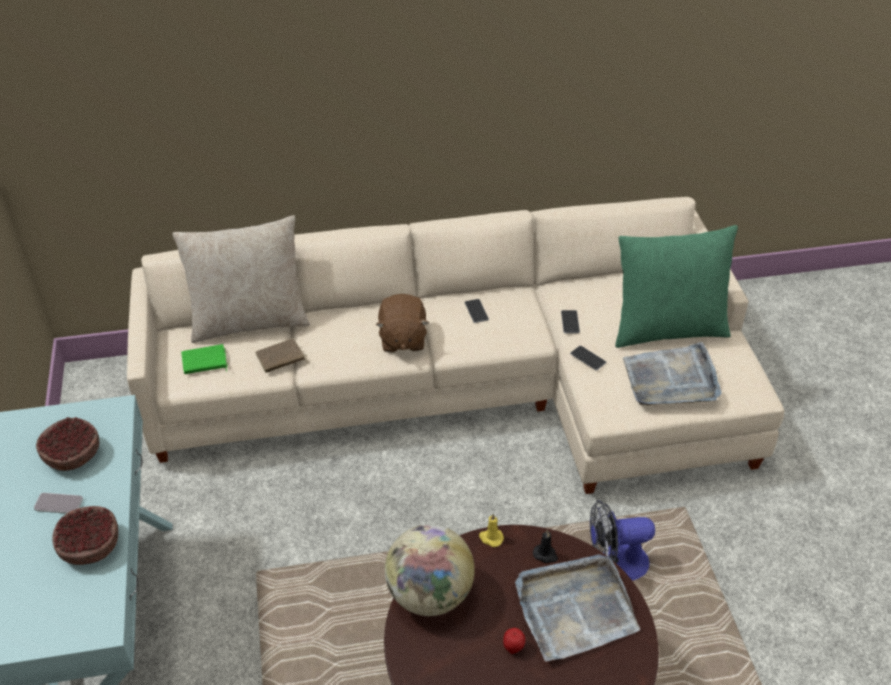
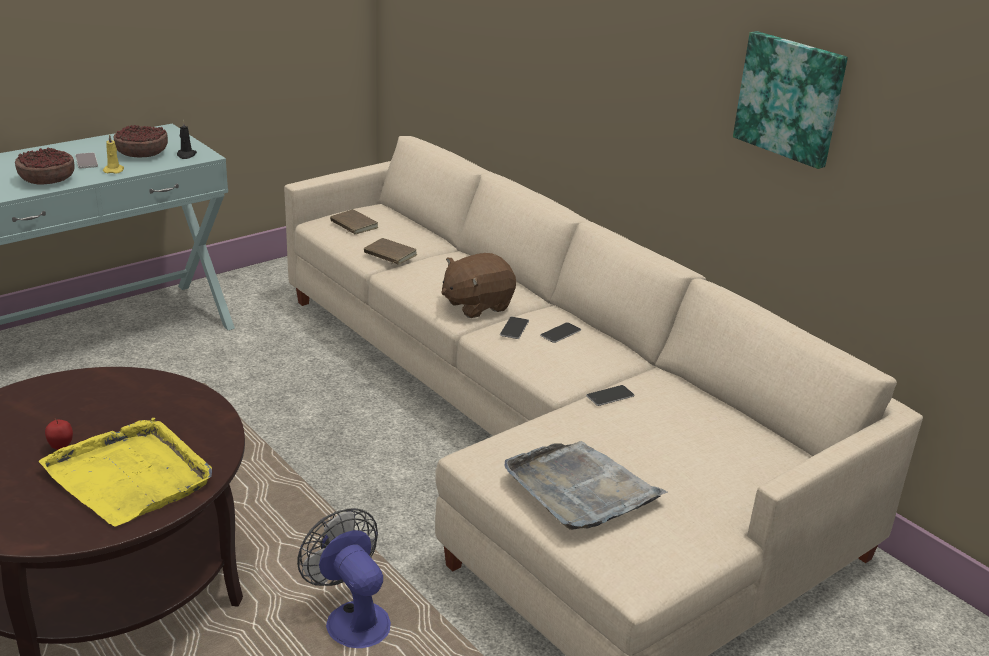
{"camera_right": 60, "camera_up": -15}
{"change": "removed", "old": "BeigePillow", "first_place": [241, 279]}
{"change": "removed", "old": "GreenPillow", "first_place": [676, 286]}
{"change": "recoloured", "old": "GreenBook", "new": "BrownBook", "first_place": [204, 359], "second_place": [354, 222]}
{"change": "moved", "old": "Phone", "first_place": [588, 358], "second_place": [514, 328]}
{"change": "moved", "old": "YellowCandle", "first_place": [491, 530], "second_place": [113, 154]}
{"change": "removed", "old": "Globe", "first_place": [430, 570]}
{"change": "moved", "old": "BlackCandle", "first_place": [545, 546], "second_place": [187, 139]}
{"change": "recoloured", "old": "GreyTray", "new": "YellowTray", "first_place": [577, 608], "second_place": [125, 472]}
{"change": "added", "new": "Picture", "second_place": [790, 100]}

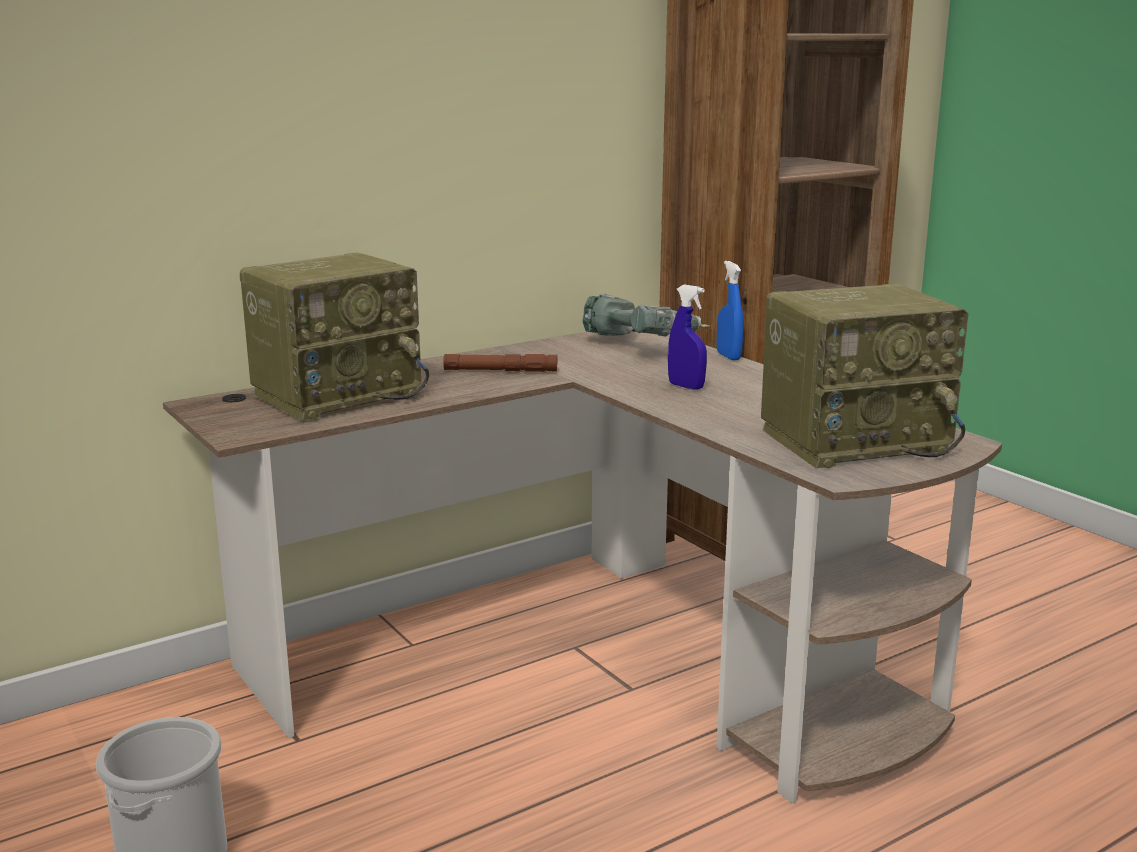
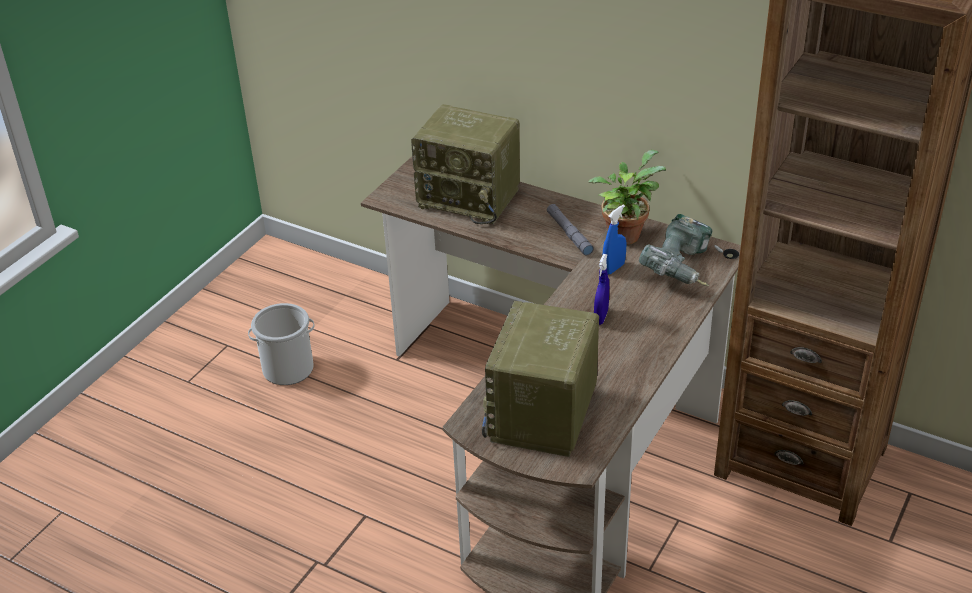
{"camera_right": 65, "camera_up": 20}
{"change": "moved", "old": "BlueSprayBottle", "first_place": [730, 310], "second_place": [614, 239]}
{"change": "turned", "old": "Radio", "first_place": [865, 376], "second_place": [540, 379], "degrees": 60}
{"change": "recoloured", "old": "BrownFlashlight", "new": "GreyFlashlight", "first_place": [500, 363], "second_place": [570, 230]}
{"change": "added", "new": "PottedPlant", "second_place": [627, 197]}

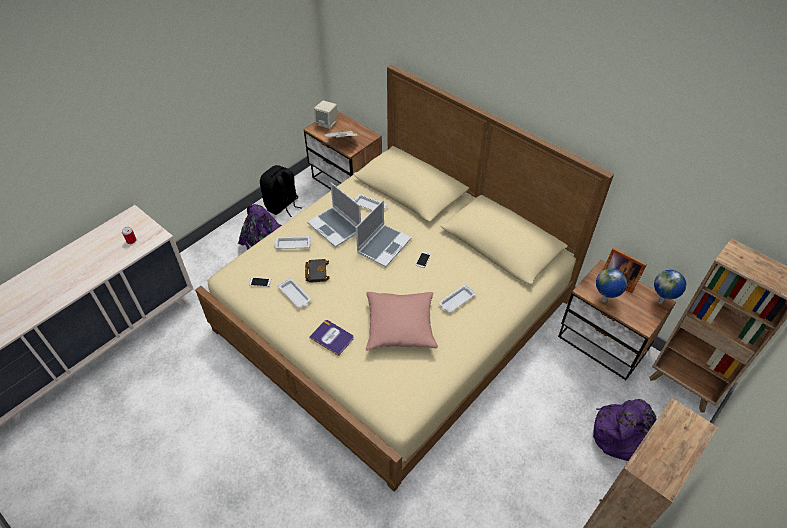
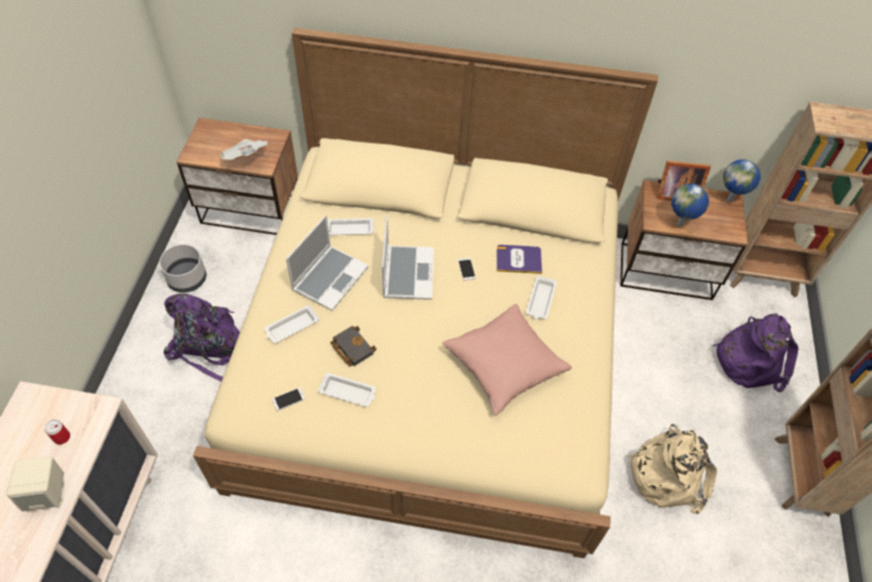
{"camera_right": -35, "camera_up": 5}
{"change": "moved", "old": "BeigeSpeaker", "first_place": [325, 115], "second_place": [35, 483]}
{"change": "replaced", "old": "BlackBackpack", "new": "GreyPlanter", "first_place": [281, 191], "second_place": [182, 268]}
{"change": "turned", "old": "Laptop", "first_place": [334, 214], "second_place": [327, 263], "degrees": -75}
{"change": "moved", "old": "Book", "first_place": [331, 338], "second_place": [519, 259]}
{"change": "added", "new": "BeigeBackpack", "second_place": [672, 469]}

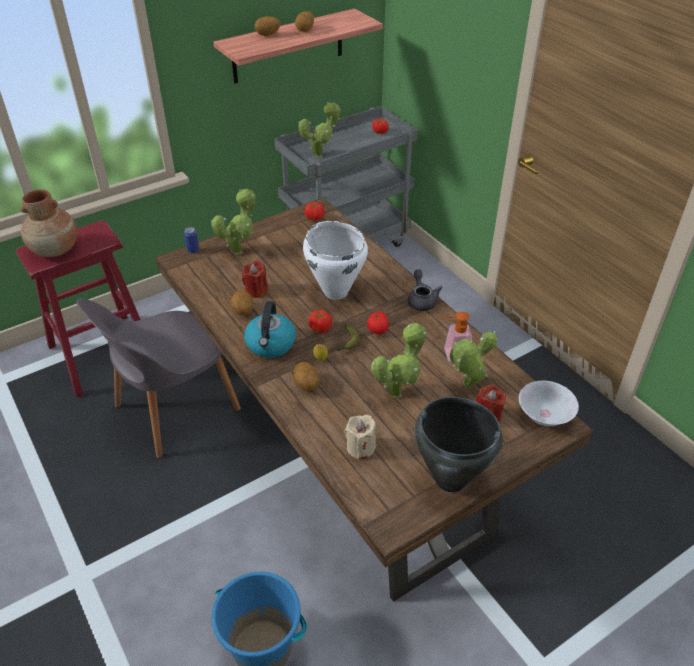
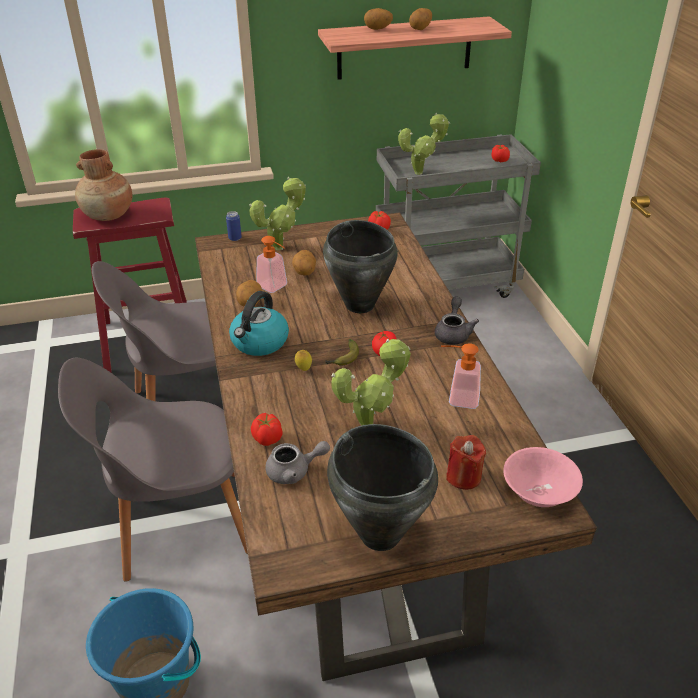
{"camera_right": 20, "camera_up": -5}
{"change": "recoloured", "old": "WhiteCookingPot", "new": "BlackCookingPot", "first_place": [335, 260], "second_place": [360, 266]}
{"change": "replaced", "old": "RedCandle", "new": "SoapDispenser", "first_place": [255, 279], "second_place": [271, 264]}
{"change": "moved", "old": "Tomato", "first_place": [320, 321], "second_place": [267, 429]}
{"change": "removed", "old": "PottedPlant", "first_place": [473, 359]}
{"change": "moved", "old": "Potato", "first_place": [306, 376], "second_place": [304, 263]}
{"change": "recoloured", "old": "WhiteBowl", "new": "PinkBowl", "first_place": [549, 403], "second_place": [543, 477]}
{"change": "replaced", "old": "BeigeCandle", "new": "GreyTeapot", "first_place": [360, 437], "second_place": [297, 462]}
{"change": "added", "new": "GreyChair", "second_place": [153, 470]}

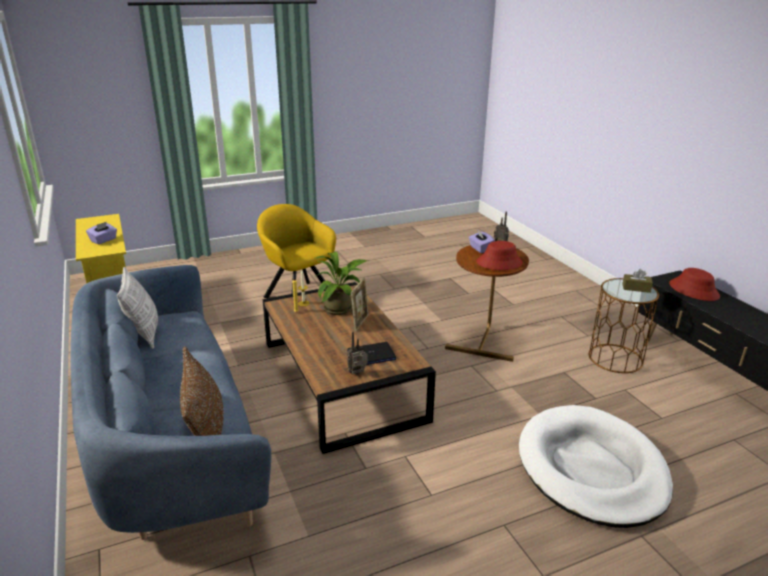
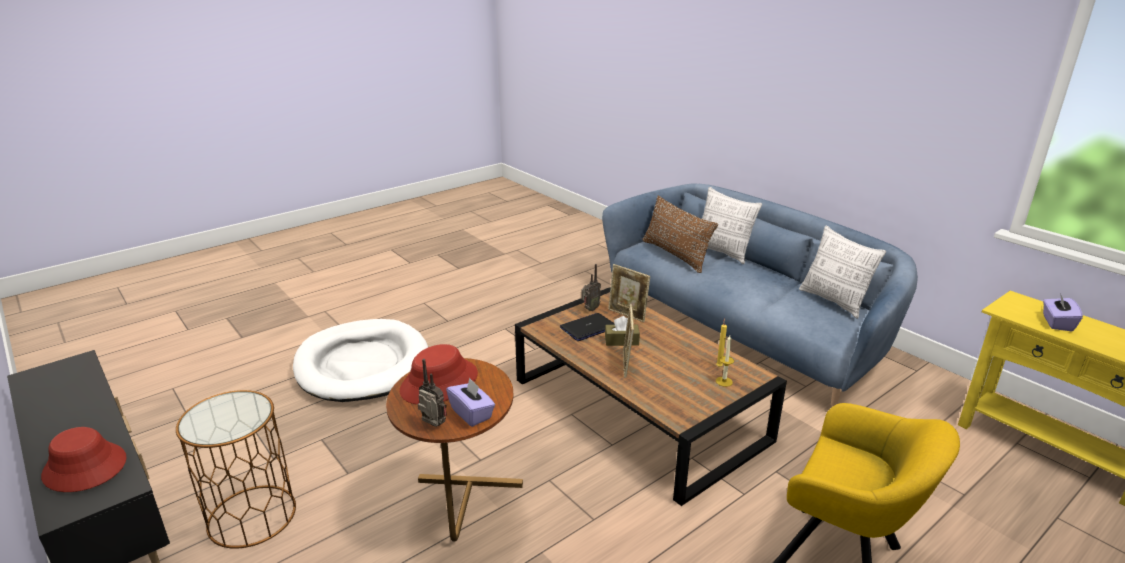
{"camera_right": 165, "camera_up": 0}
{"change": "removed", "old": "PottedPlant", "first_place": [341, 283]}
{"change": "moved", "old": "BrownTissueBox", "first_place": [637, 281], "second_place": [622, 331]}
{"change": "added", "new": "Pillow", "second_place": [732, 225]}
{"change": "added", "new": "PictureFrame", "second_place": [629, 293]}

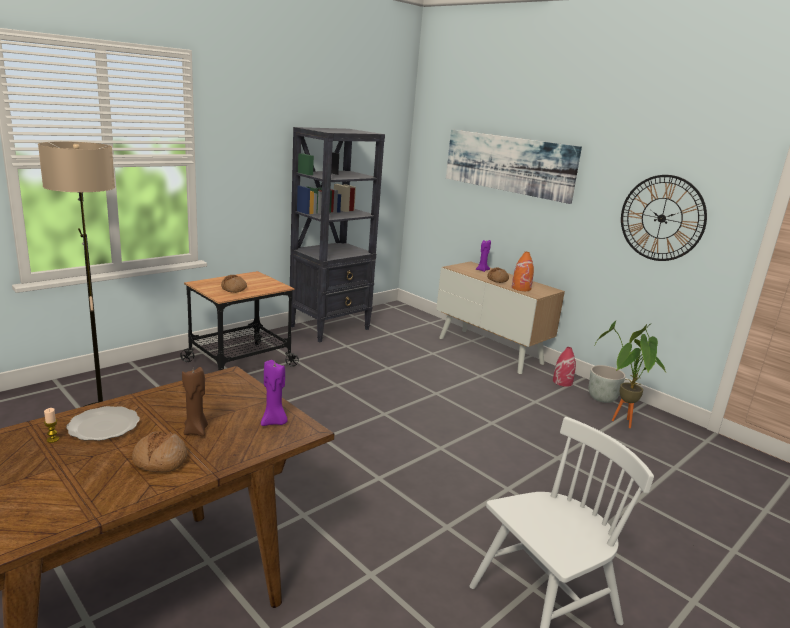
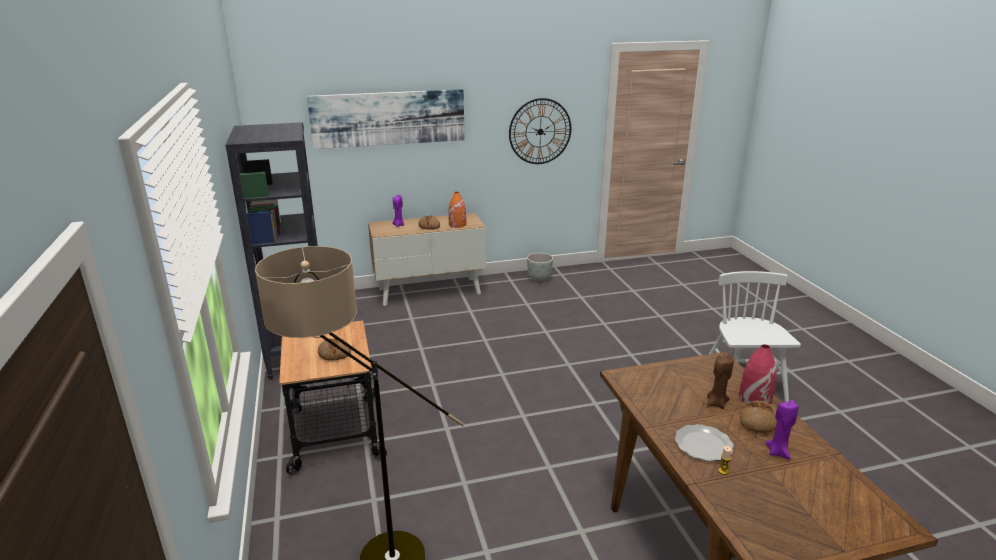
{"camera_right": -60, "camera_up": 5}
{"change": "removed", "old": "PottedPlant", "first_place": [630, 374]}
{"change": "moved", "old": "RedVase", "first_place": [564, 367], "second_place": [758, 374]}
{"change": "moved", "old": "PurpleCandle", "first_place": [274, 393], "second_place": [782, 430]}

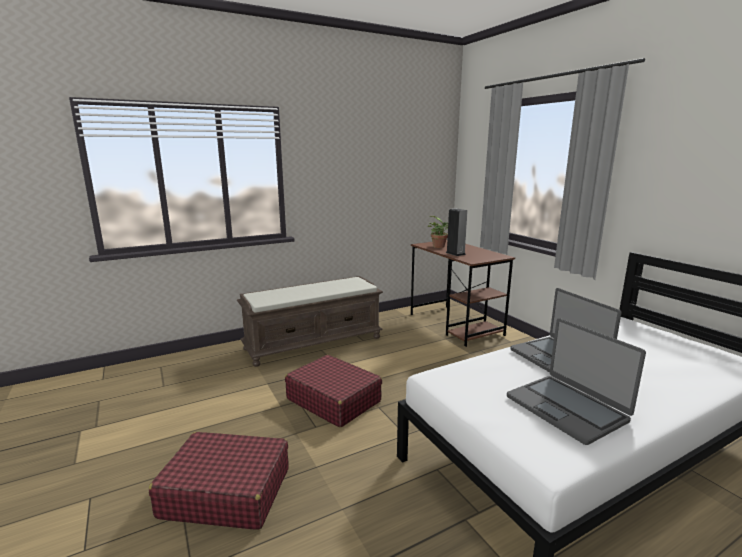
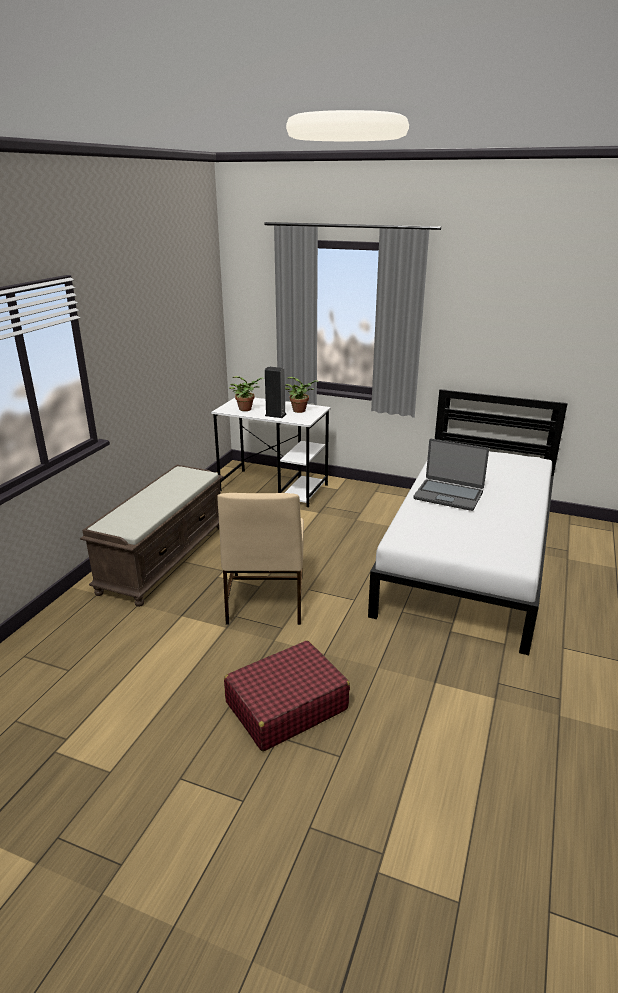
{"camera_right": -40, "camera_up": 10}
{"change": "recoloured", "old": "BrownDesk", "new": "WhiteDesk", "first_place": [463, 293], "second_place": [271, 452]}
{"change": "removed", "old": "Laptop", "first_place": [576, 381]}
{"change": "replaced", "old": "RedSuitcase", "new": "BeigeChair", "first_place": [333, 391], "second_place": [260, 559]}
{"change": "added", "new": "PottedPlant", "second_place": [302, 395]}

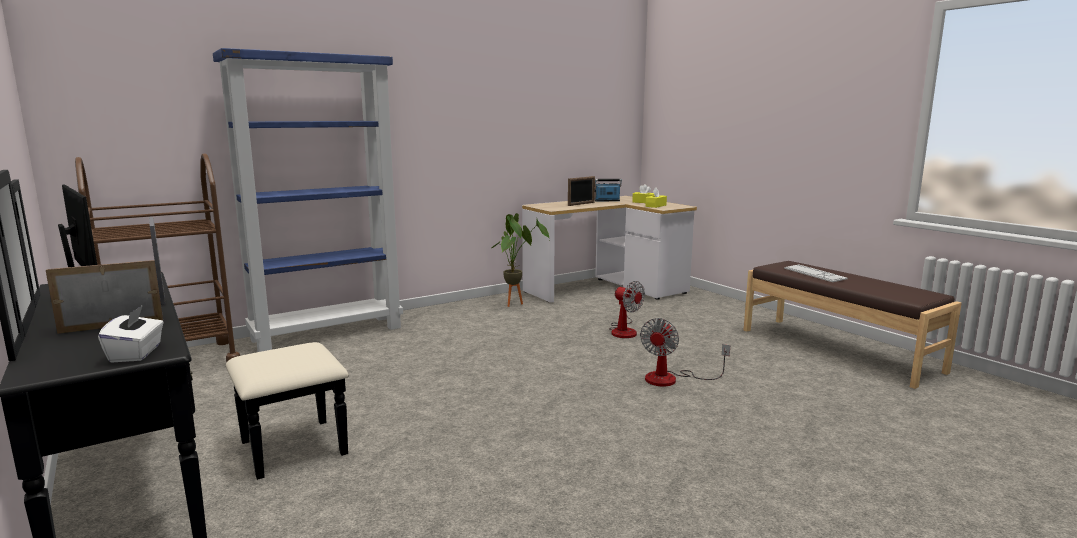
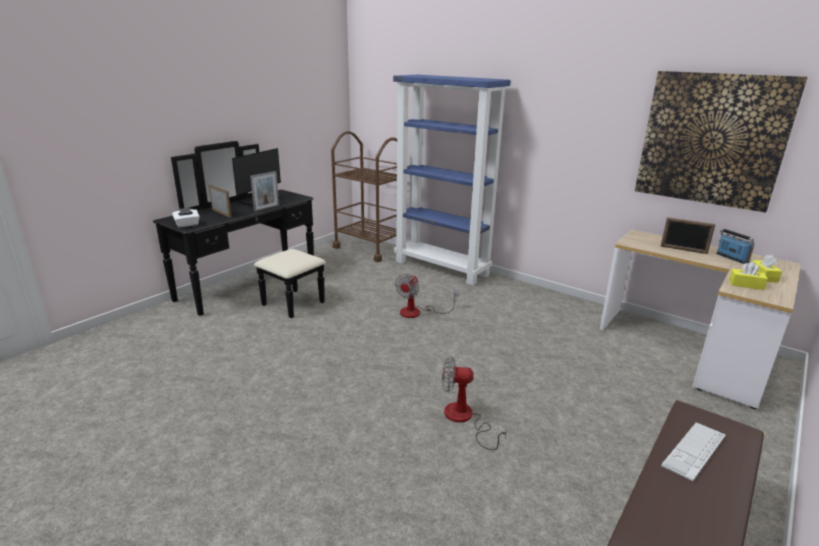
{"camera_right": 70, "camera_up": 10}
{"change": "removed", "old": "PottedPlant", "first_place": [520, 260]}
{"change": "moved", "old": "Fan", "first_place": [627, 309], "second_place": [427, 296]}
{"change": "added", "new": "Picture", "second_place": [721, 142]}

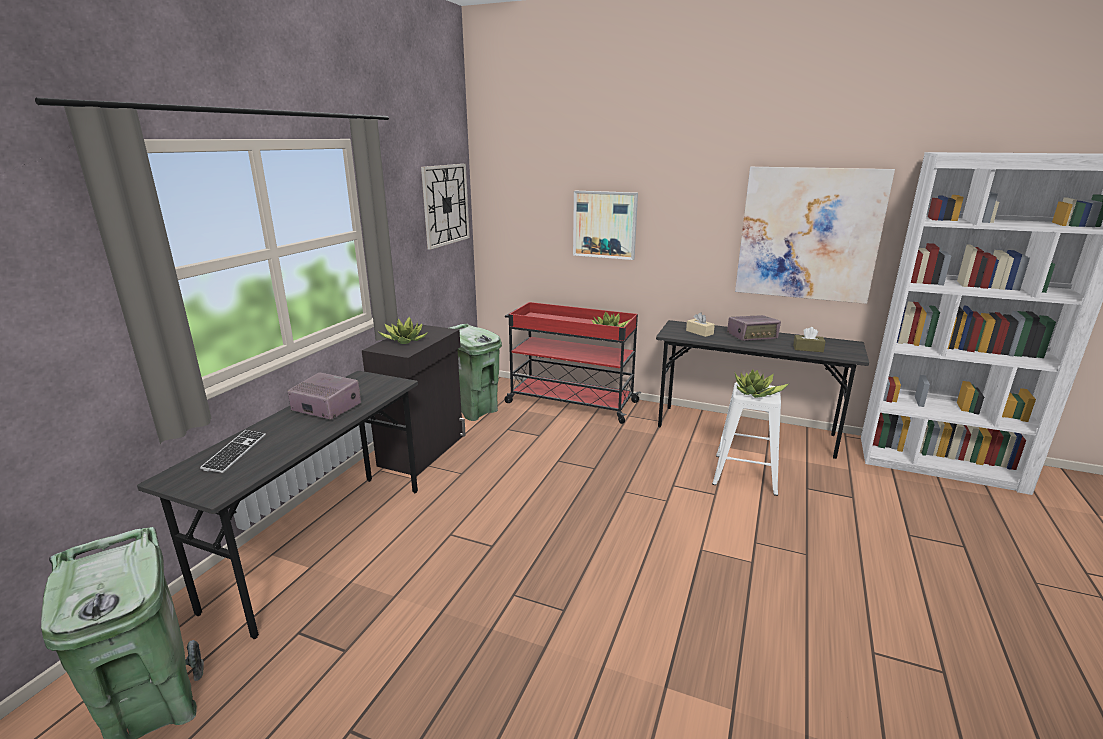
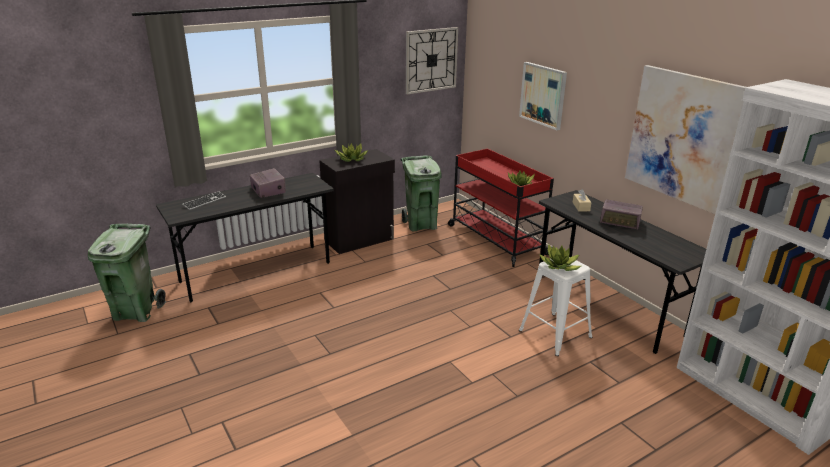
{"camera_right": 35, "camera_up": 5}
{"change": "removed", "old": "BrownTissueBox", "first_place": [809, 339]}

